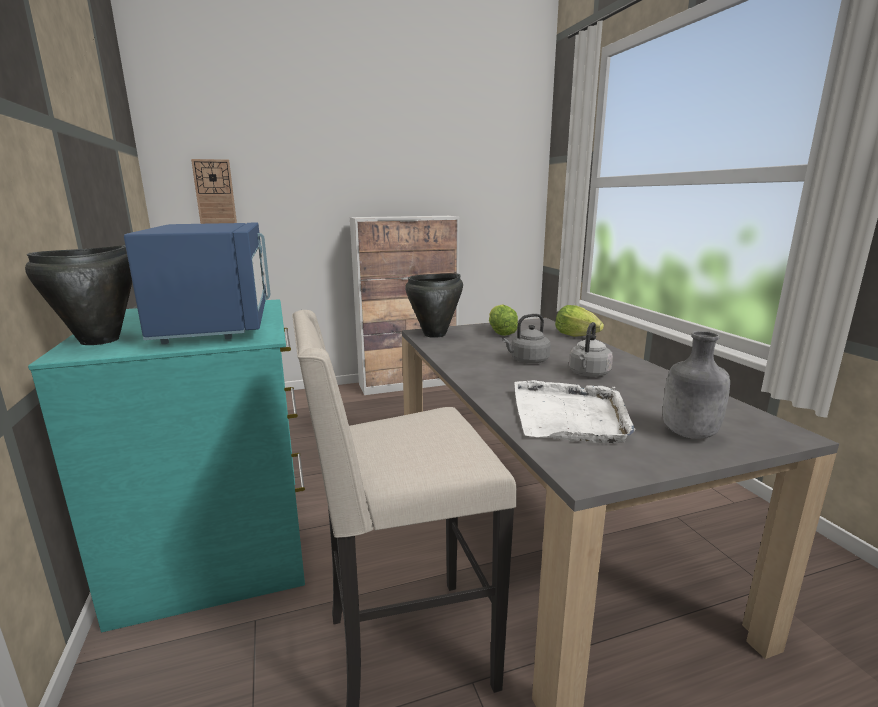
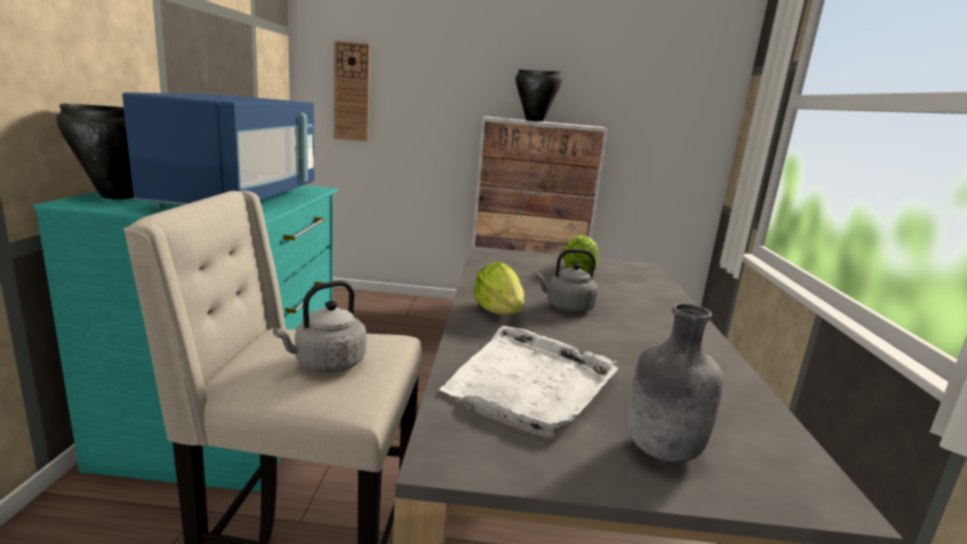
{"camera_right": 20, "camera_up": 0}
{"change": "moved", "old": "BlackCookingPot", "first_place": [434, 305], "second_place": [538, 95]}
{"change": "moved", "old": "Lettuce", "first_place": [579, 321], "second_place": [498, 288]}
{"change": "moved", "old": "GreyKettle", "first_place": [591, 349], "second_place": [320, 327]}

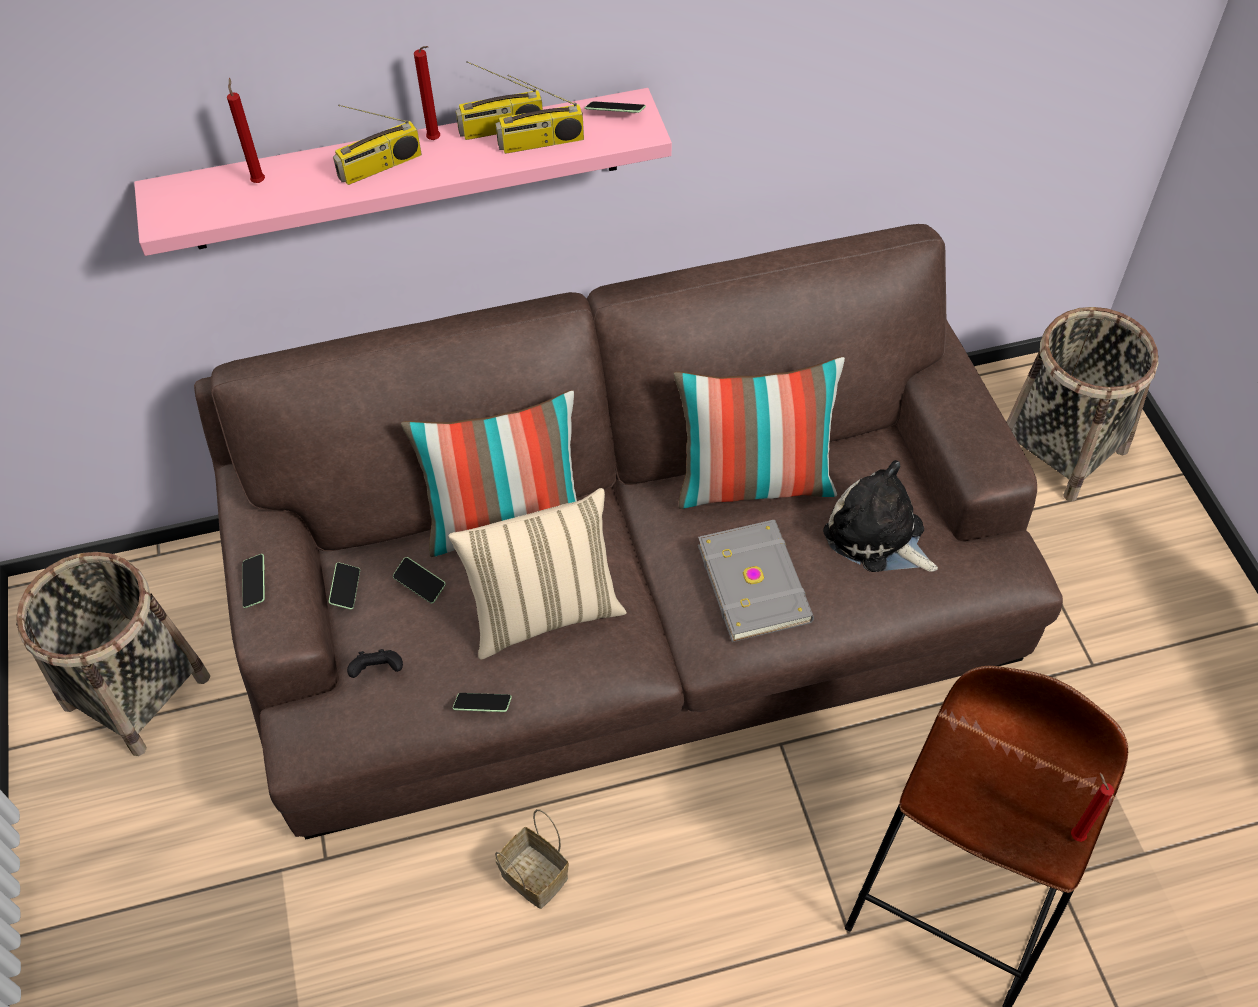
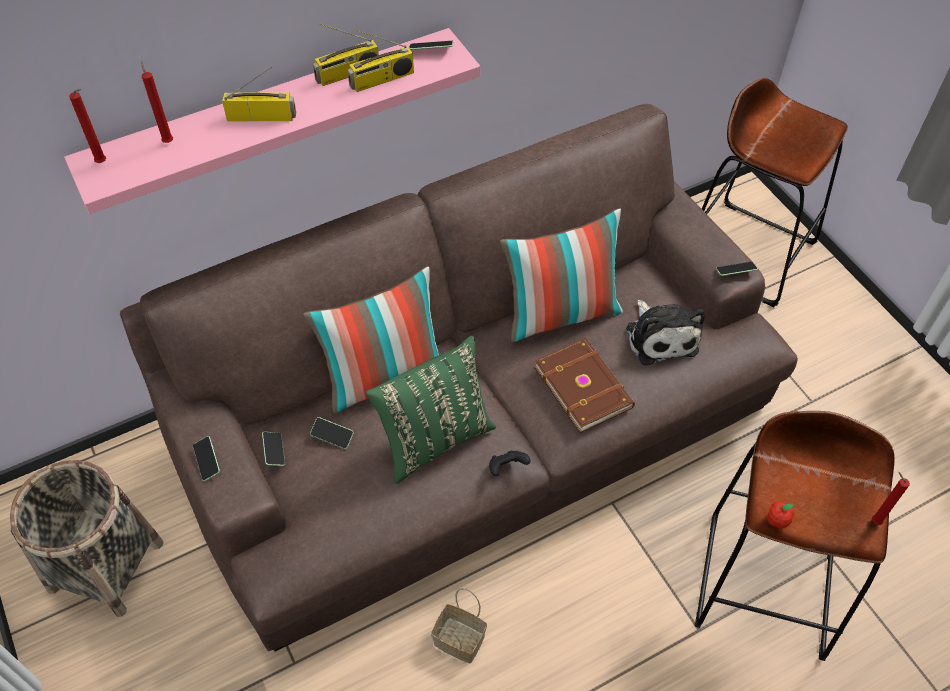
{"camera_right": -15, "camera_up": 0}
{"change": "moved", "old": "RedCandle", "first_place": [427, 93], "second_place": [87, 126]}
{"change": "turned", "old": "Radio", "first_place": [377, 145], "second_place": [259, 94], "degrees": -135}
{"change": "replaced", "old": "Basket", "new": "BrownStool", "first_place": [1083, 404], "second_place": [775, 192]}
{"change": "turned", "old": "PlushToy", "first_place": [880, 516], "second_place": [665, 332], "degrees": -135}
{"change": "recoloured", "old": "BeigePillow", "new": "GreenPillow", "first_place": [537, 574], "second_place": [431, 410]}
{"change": "recoloured", "old": "GreyBook", "new": "BrownBook", "first_place": [756, 581], "second_place": [584, 385]}
{"change": "moved", "old": "BlackGameController", "first_place": [375, 663], "second_place": [510, 463]}
{"change": "moved", "old": "Phone", "first_place": [482, 702], "second_place": [737, 269]}
{"change": "added", "new": "Apple", "second_place": [780, 515]}

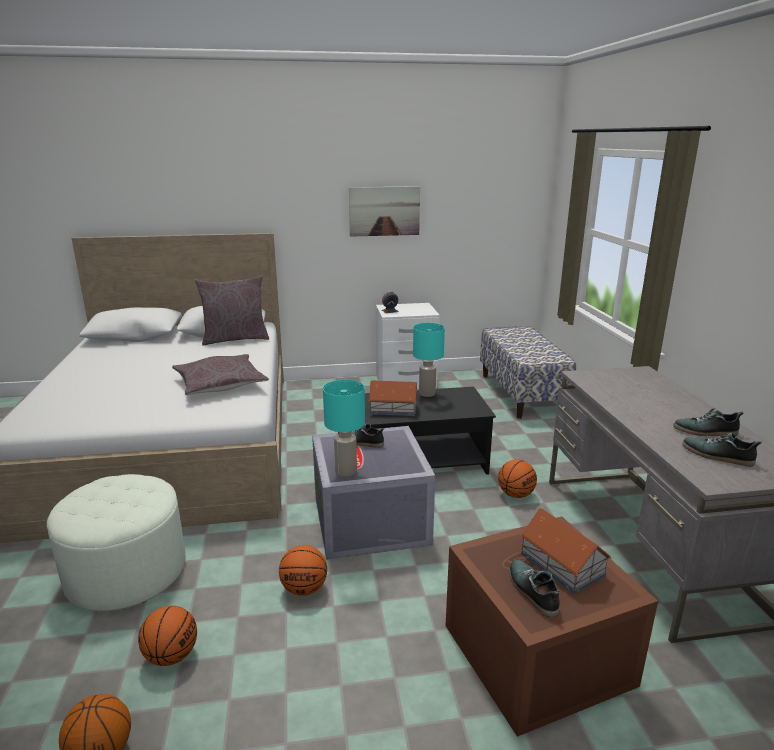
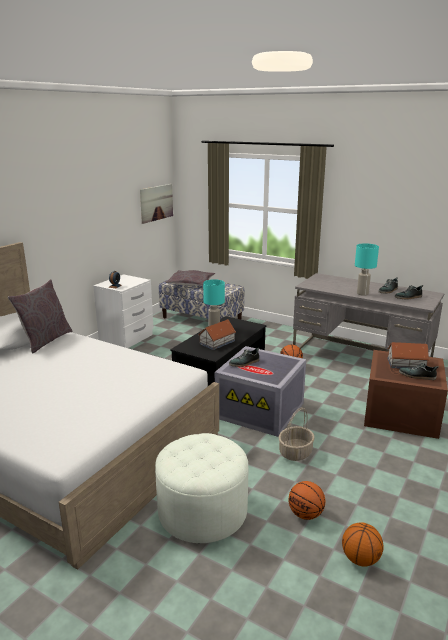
{"camera_right": -50, "camera_up": 0}
{"change": "moved", "old": "Picture", "first_place": [384, 211], "second_place": [156, 204]}
{"change": "moved", "old": "GreyPillow", "first_place": [220, 374], "second_place": [190, 278]}
{"change": "moved", "old": "TurquoiseTableLamp", "first_place": [344, 428], "second_place": [367, 269]}
{"change": "replaced", "old": "Basketball", "new": "Basket", "first_place": [303, 570], "second_place": [296, 434]}

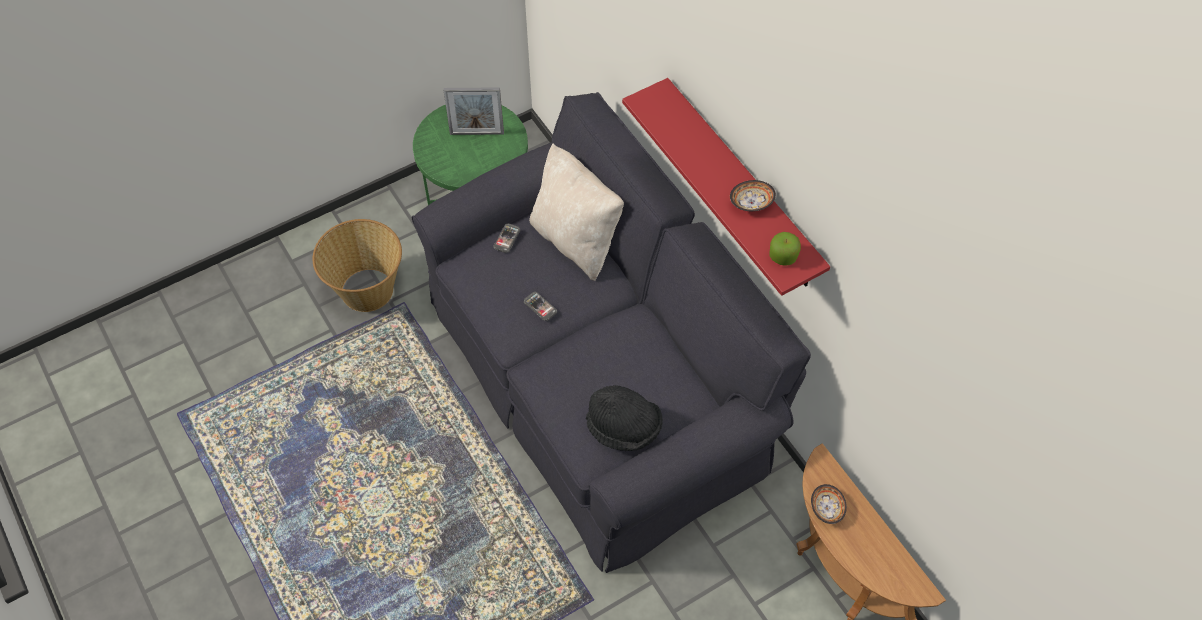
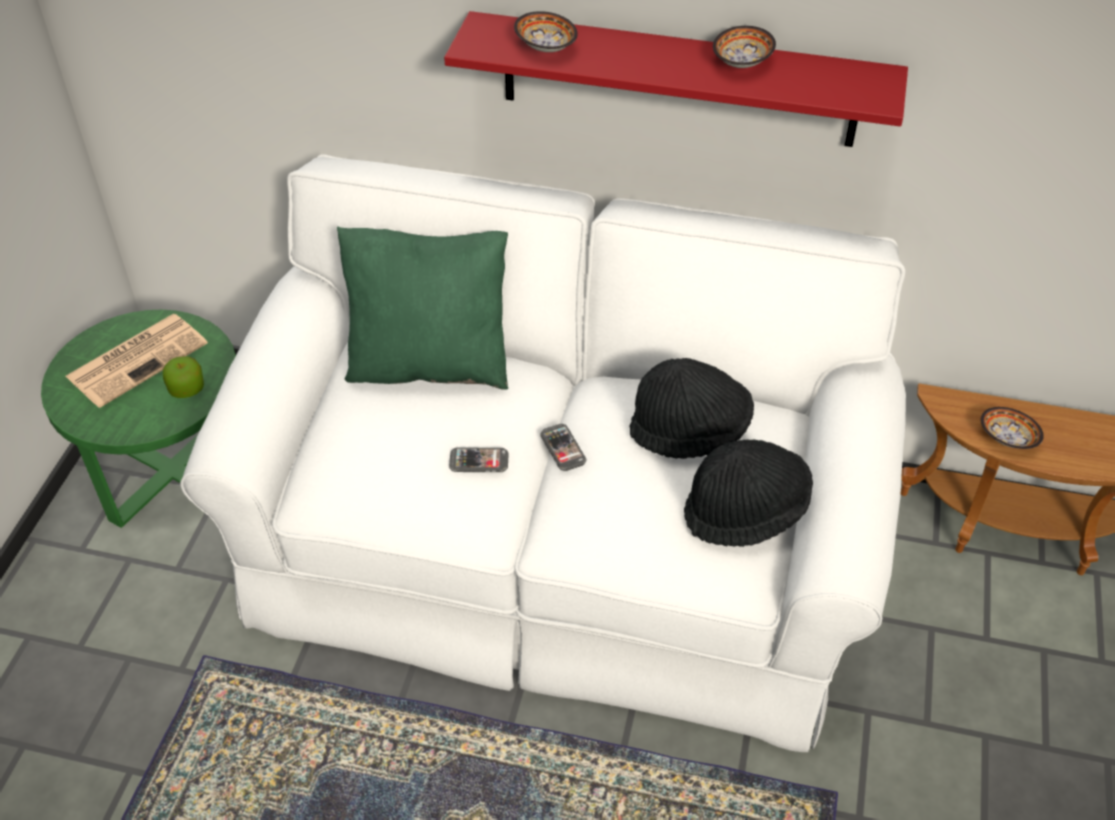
{"camera_right": -45, "camera_up": -10}
{"change": "replaced", "old": "PictureFrame", "new": "Newspaper", "first_place": [474, 111], "second_place": [137, 361]}
{"change": "recoloured", "old": "BlackSofa", "new": "WhiteSofa", "first_place": [611, 332], "second_place": [543, 453]}
{"change": "recoloured", "old": "BeigePillow", "new": "GreenPillow", "first_place": [576, 212], "second_place": [422, 308]}
{"change": "removed", "old": "Basket", "first_place": [357, 265]}
{"change": "moved", "old": "Phone", "first_place": [506, 238], "second_place": [563, 447]}
{"change": "moved", "old": "Apple", "first_place": [785, 249], "second_place": [183, 377]}
{"change": "added", "new": "Bowl", "second_place": [546, 31]}
{"change": "added", "new": "BlackHat", "second_place": [691, 408]}

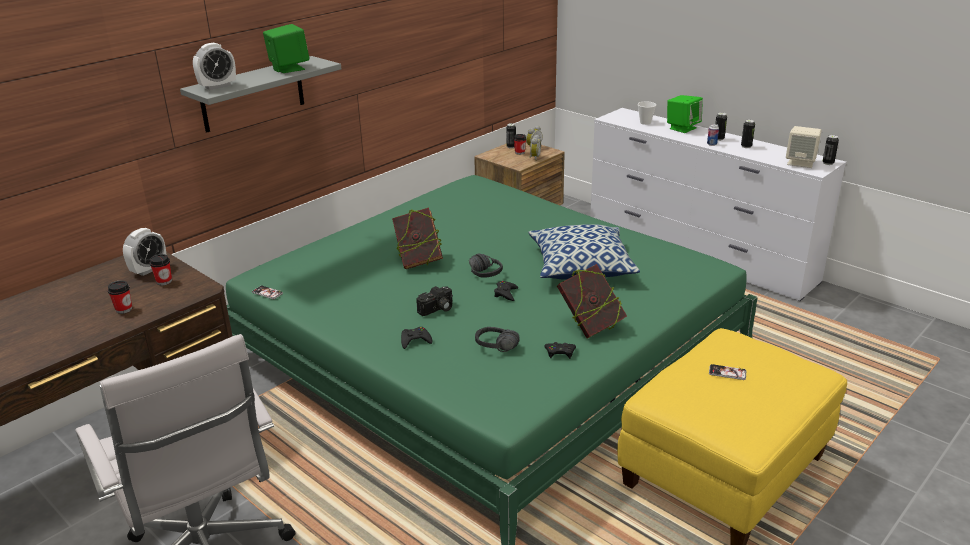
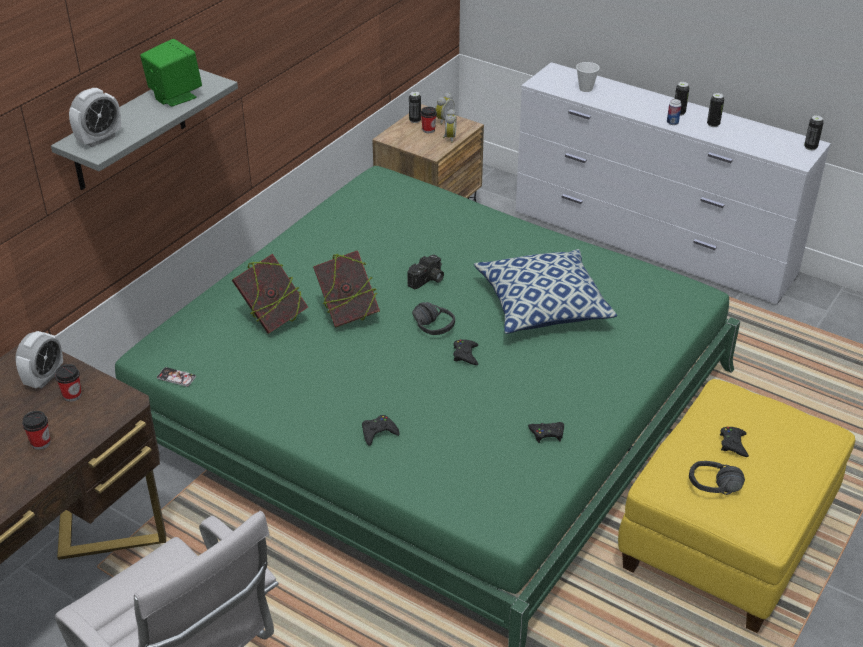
{"camera_right": -10, "camera_up": 10}
{"change": "removed", "old": "GreenSpeaker", "first_place": [685, 114]}
{"change": "removed", "old": "BeigeSpeaker", "first_place": [803, 147]}
{"change": "moved", "old": "Book", "first_place": [592, 301], "second_place": [270, 294]}
{"change": "moved", "old": "PhotoCamera", "first_place": [434, 301], "second_place": [425, 272]}
{"change": "moved", "old": "BlackHeadphones", "first_place": [497, 339], "second_place": [717, 478]}
{"change": "replaced", "old": "Phone", "new": "BlackGameController", "first_place": [727, 372], "second_place": [734, 442]}

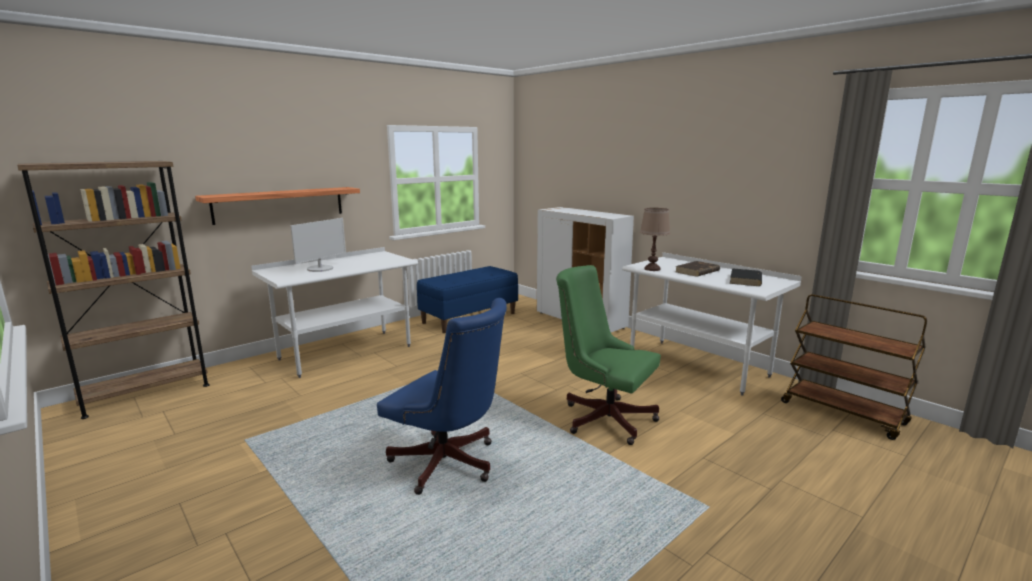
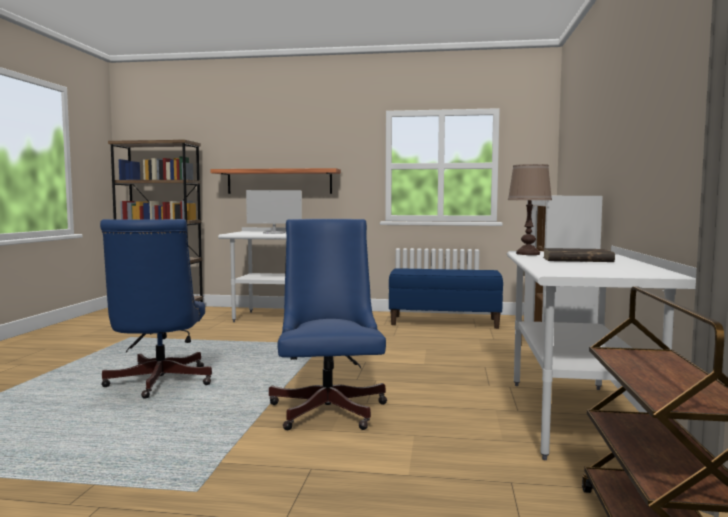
{"camera_right": 50, "camera_up": -10}
{"change": "recoloured", "old": "GreenOfficeChair", "new": "BlueOfficeChair", "first_place": [608, 355], "second_place": [328, 324]}
{"change": "removed", "old": "BlackBook", "first_place": [746, 277]}

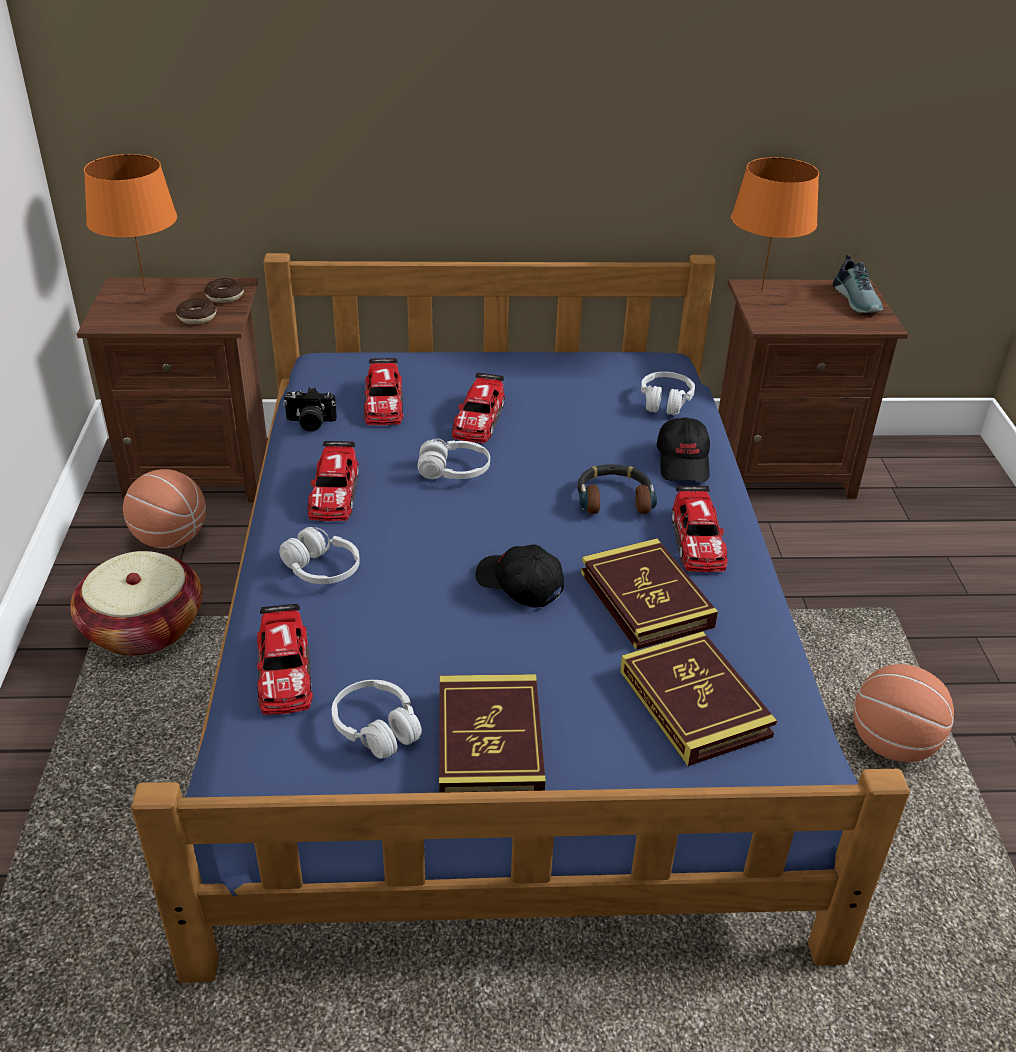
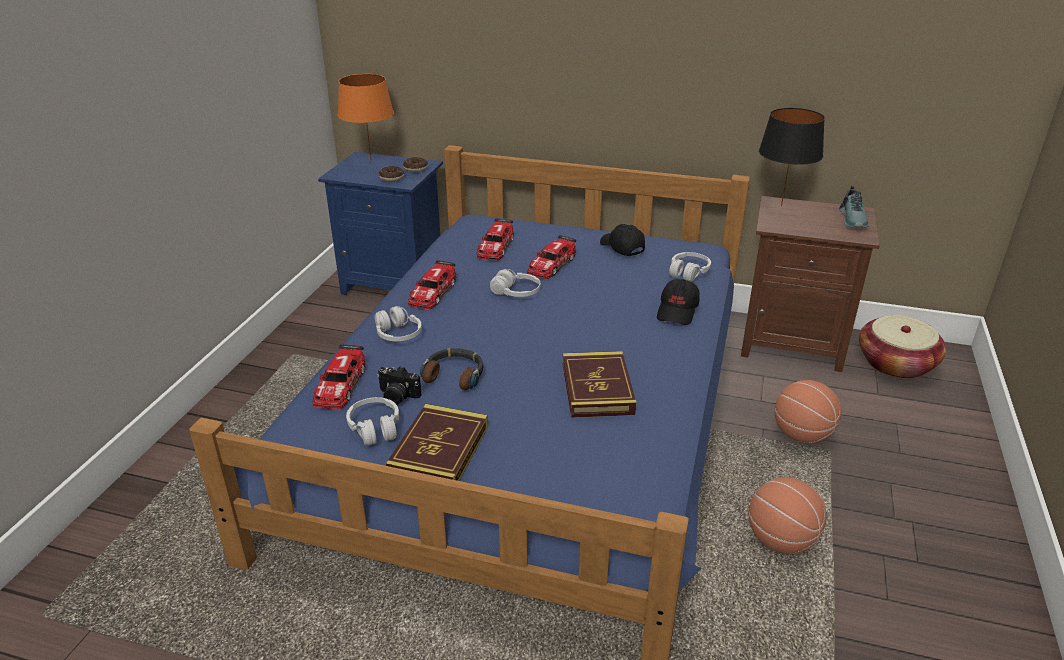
{"camera_right": 20, "camera_up": -5}
{"change": "recoloured", "old": "OrangeTableLamp", "new": "BlackTableLamp", "first_place": [775, 224], "second_place": [792, 157]}
{"change": "recoloured", "old": "BrownNightstand", "new": "BlueNightstand", "first_place": [172, 390], "second_place": [380, 223]}
{"change": "moved", "old": "PhotoCamera", "first_place": [310, 410], "second_place": [399, 385]}
{"change": "moved", "old": "Headphones", "first_place": [617, 489], "second_place": [452, 369]}
{"change": "moved", "old": "Basketball", "first_place": [164, 509], "second_place": [808, 412]}
{"change": "removed", "old": "ToyCar", "first_place": [700, 529]}
{"change": "moved", "old": "BlackCap", "first_place": [519, 576], "second_place": [622, 240]}
{"change": "moved", "old": "Basket", "first_place": [136, 603], "second_place": [902, 347]}
{"change": "removed", "old": "Book", "first_place": [698, 698]}

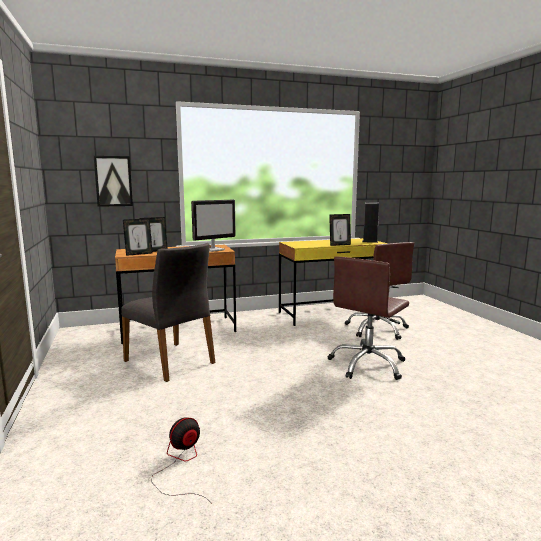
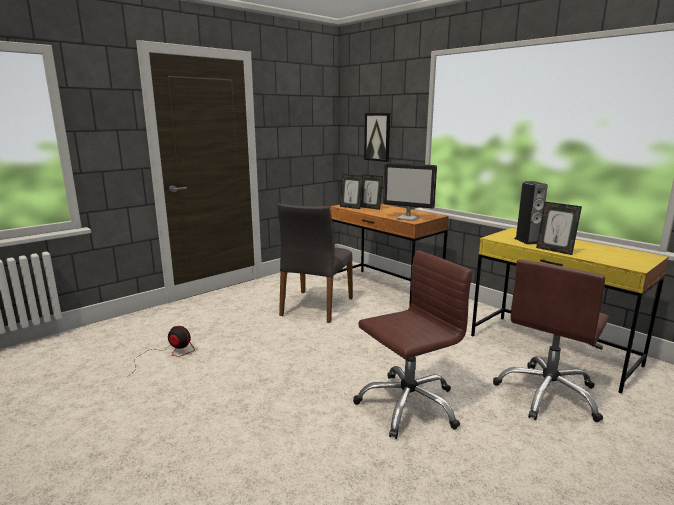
{"camera_right": 65, "camera_up": 5}
{"change": "moved", "old": "Speaker", "first_place": [370, 222], "second_place": [530, 213]}
{"change": "turned", "old": "BrownOfficeChair", "first_place": [368, 318], "second_place": [413, 344], "degrees": 135}

